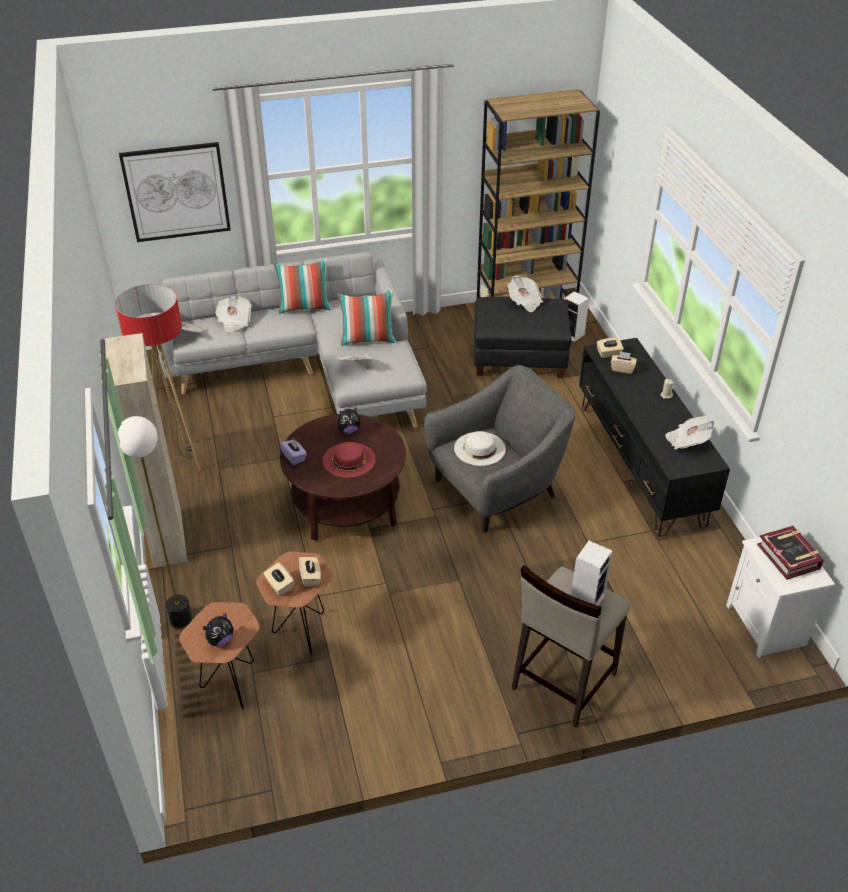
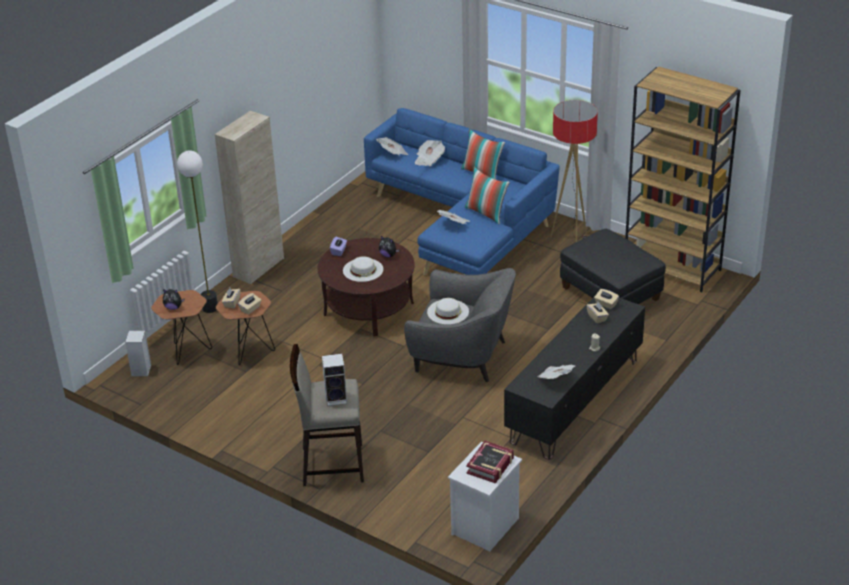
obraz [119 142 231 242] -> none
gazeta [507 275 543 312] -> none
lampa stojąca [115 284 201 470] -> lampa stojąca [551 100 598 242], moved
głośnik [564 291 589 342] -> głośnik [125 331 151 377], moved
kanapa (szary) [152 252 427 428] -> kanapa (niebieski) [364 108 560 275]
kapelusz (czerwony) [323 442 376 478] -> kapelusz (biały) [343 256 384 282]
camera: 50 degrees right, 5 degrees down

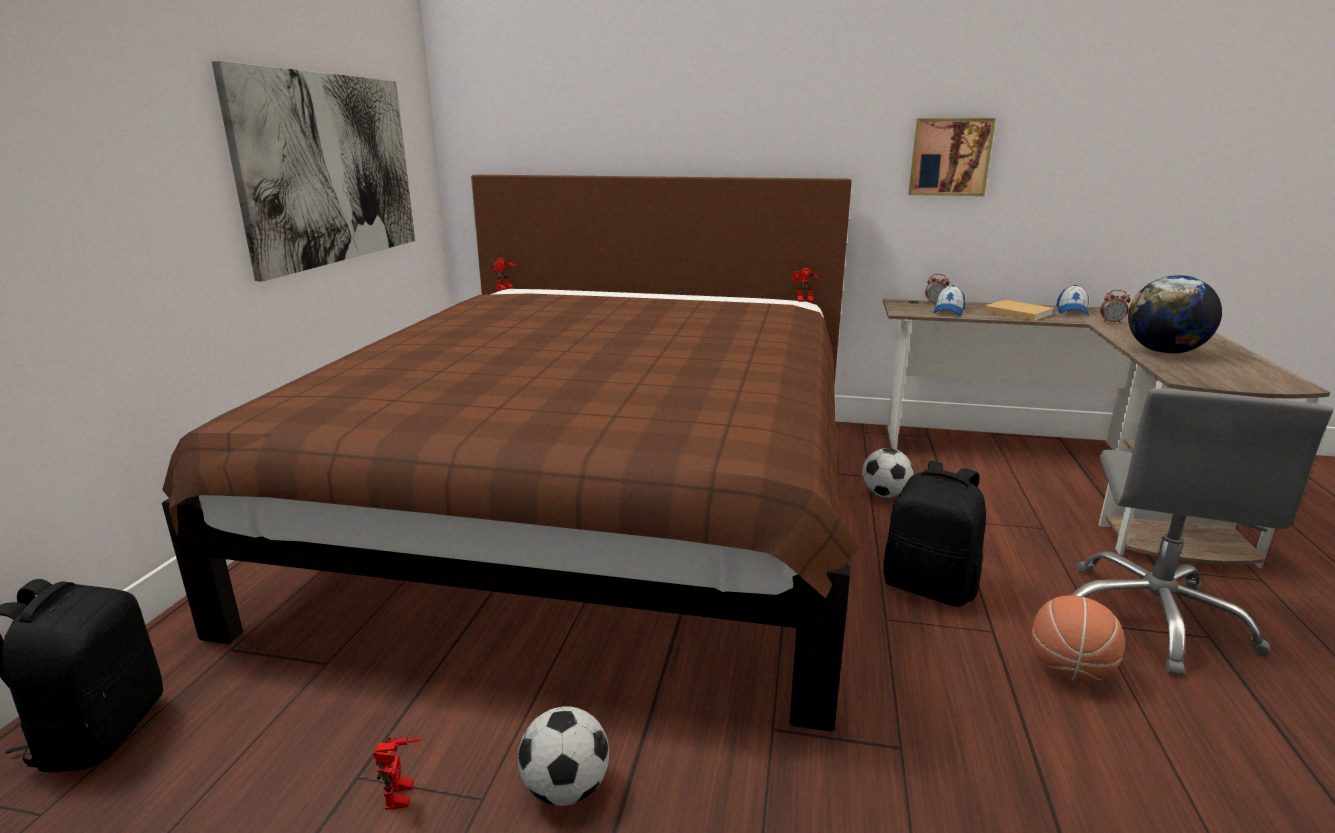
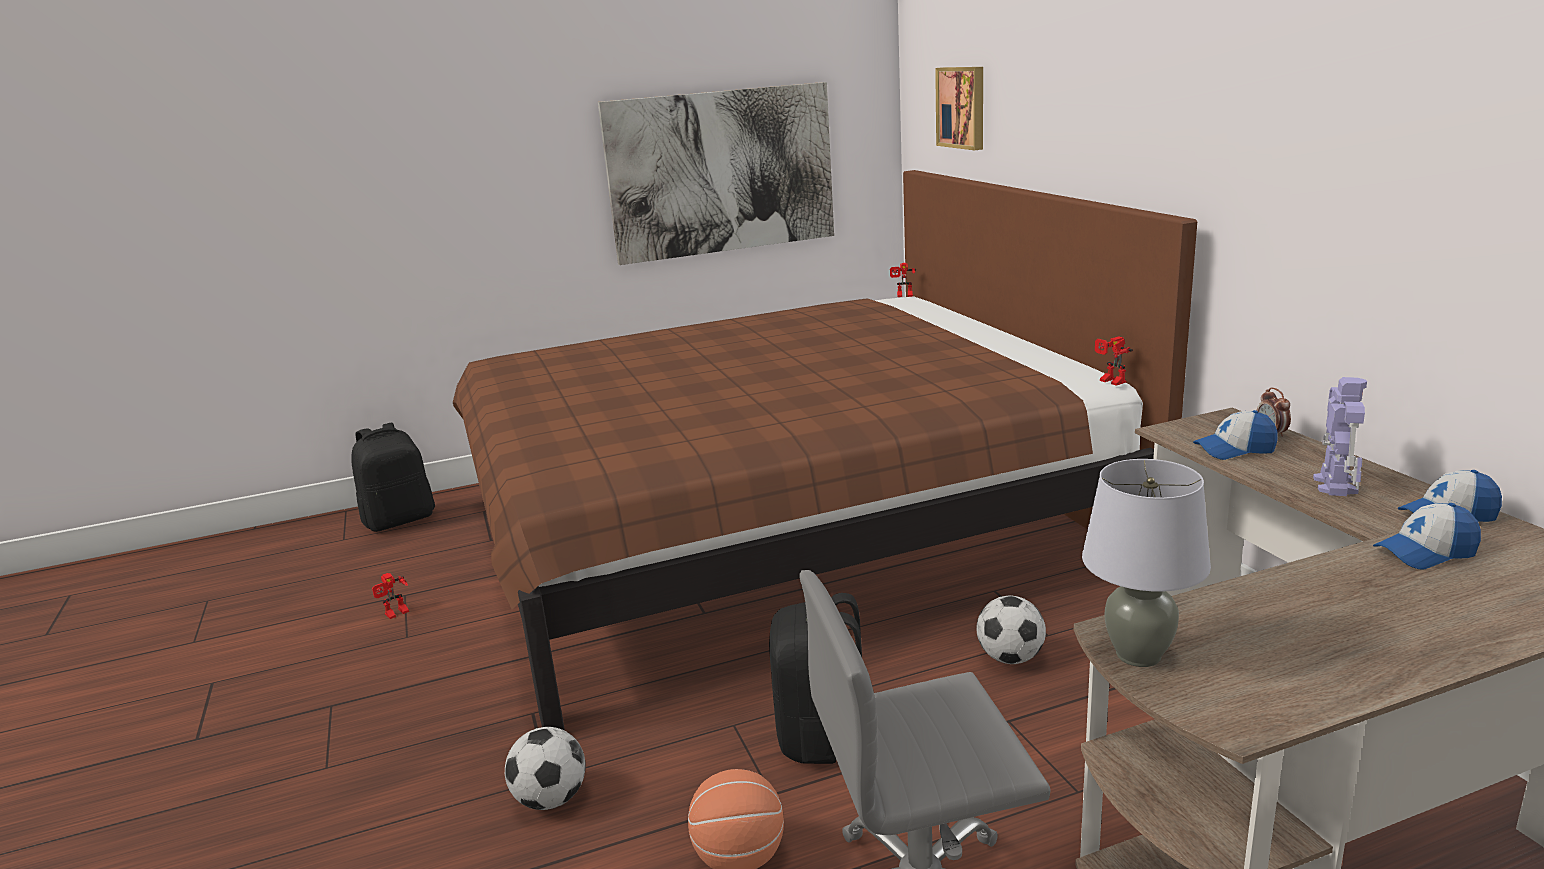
globus [1128 275 1222 354] -> none
none -> lampa stołowa (szary) [1082 459 1211 667]
piłka futbolowa [518 706 609 806] -> piłka futbolowa [505 727 586 810], moved
obraz [908 118 996 196] -> obraz [935 67 983 150], moved
książka (beżowy) [984 300 1055 321] -> robot zabawkowy [1313 377 1367 496]
budzik [1100 290 1131 324] -> czapka z daszkiem [1373 503 1481 570]
camera: 60 degrees right, 0 degrees up

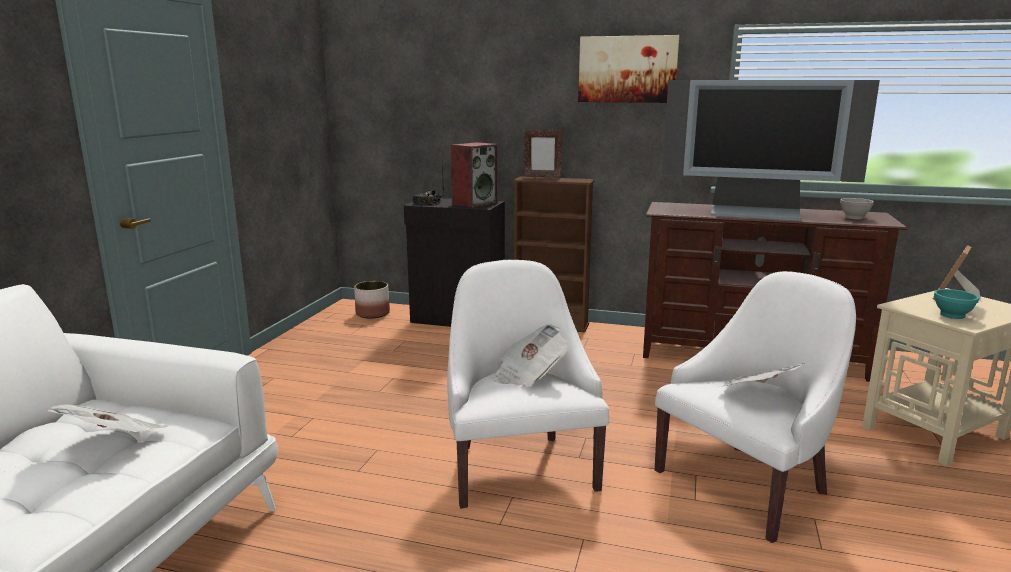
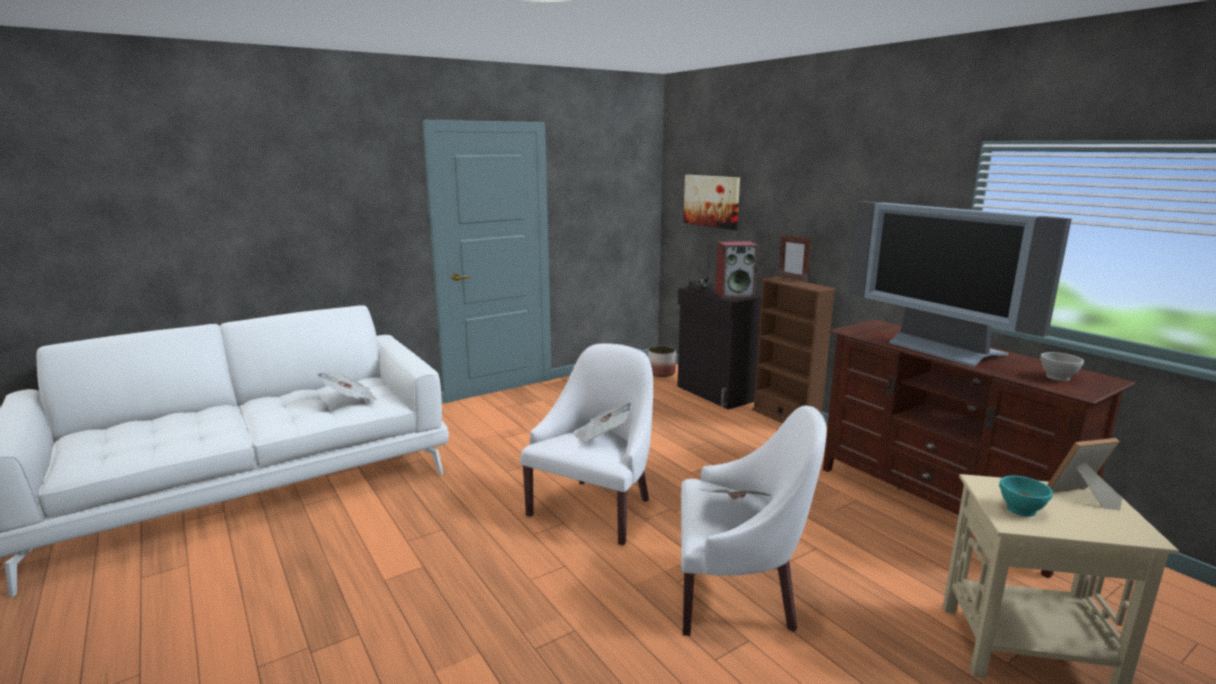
obraz [578 35 679 103] -> obraz [683 175 740 230], moved
camera: 40 degrees right, 0 degrees up

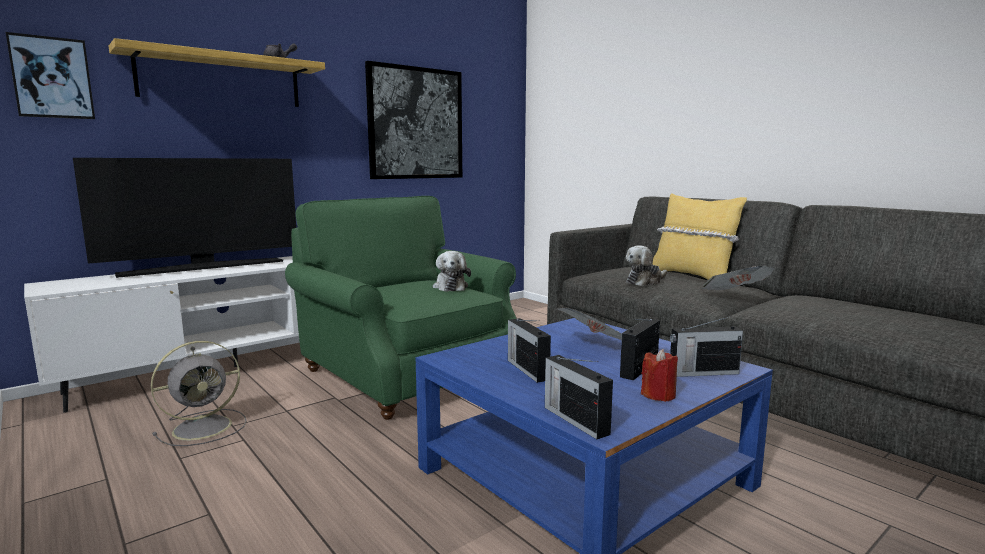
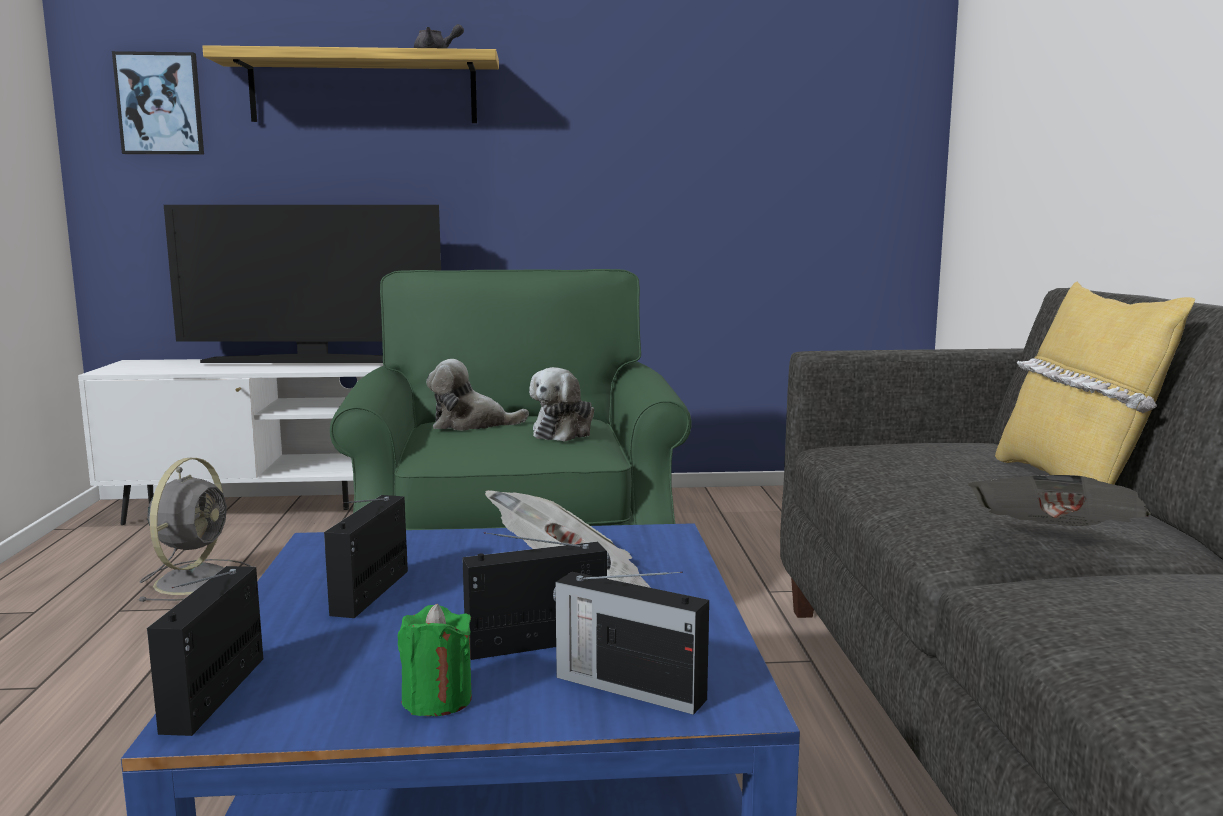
obraz [365 61 462 179] -> none
pluszak [626 245 667 286] -> pluszak [426 359 529 431], moved
świeca (czerwony) [641 349 678 402] -> świeca (zielony) [398 604 472 716]
wentylator (szary) [151 341 247 446] -> wentylator (szary) [137 458 252 602], 75 degrees counterclockwise
camera: 35 degrees right, 0 degrees up

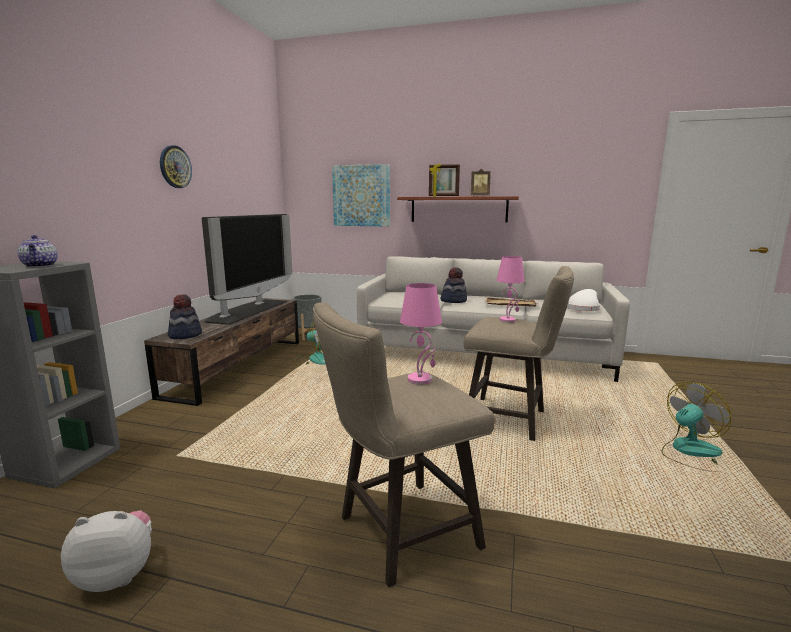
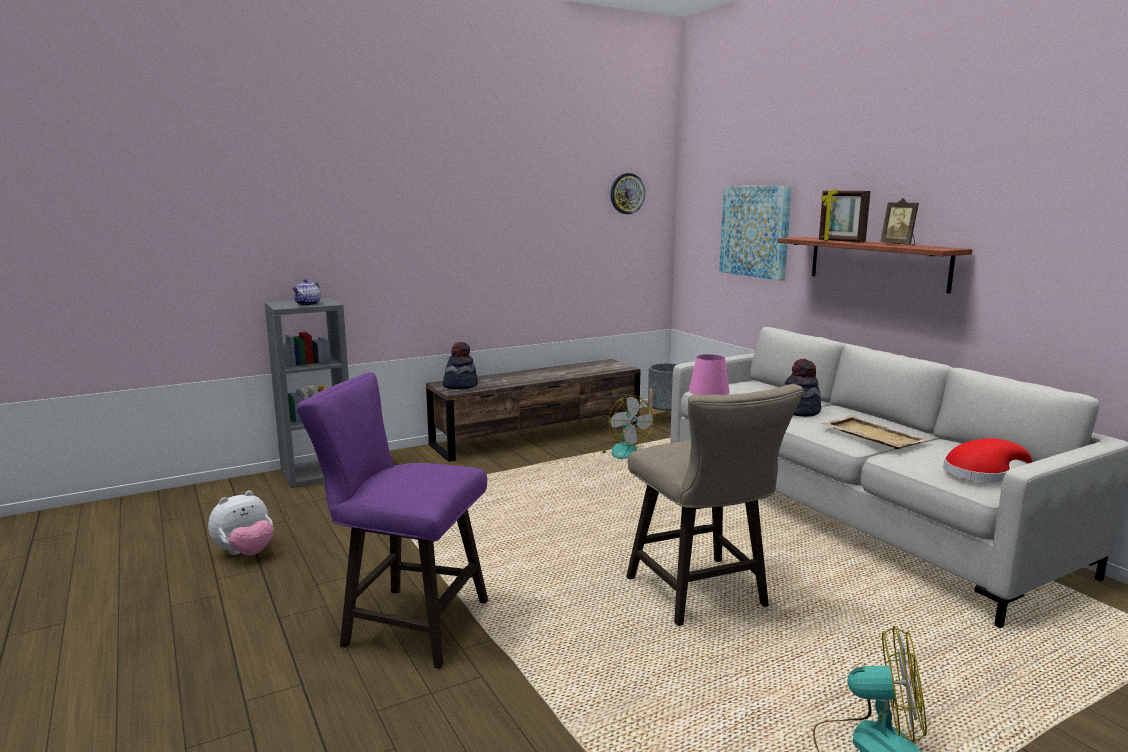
telewizor [202 214 293 325] -> none
lampa stołowa (różowy) [400 283 442 385] -> none
zegar ścienny [160 145 192 188] -> zegar ścienny [610 173 645 214], moved
stołek (beżowy) [313 302 495 587] -> stołek (fioletowy) [297 372 488 669]
kapelusz (biały) [567 289 600 311] -> kapelusz (czerwony) [943 439 1032 483]
pluszak [61 511 152 592] -> pluszak [208 491 274 555], 105 degrees clockwise
camera: 45 degrees right, 0 degrees up

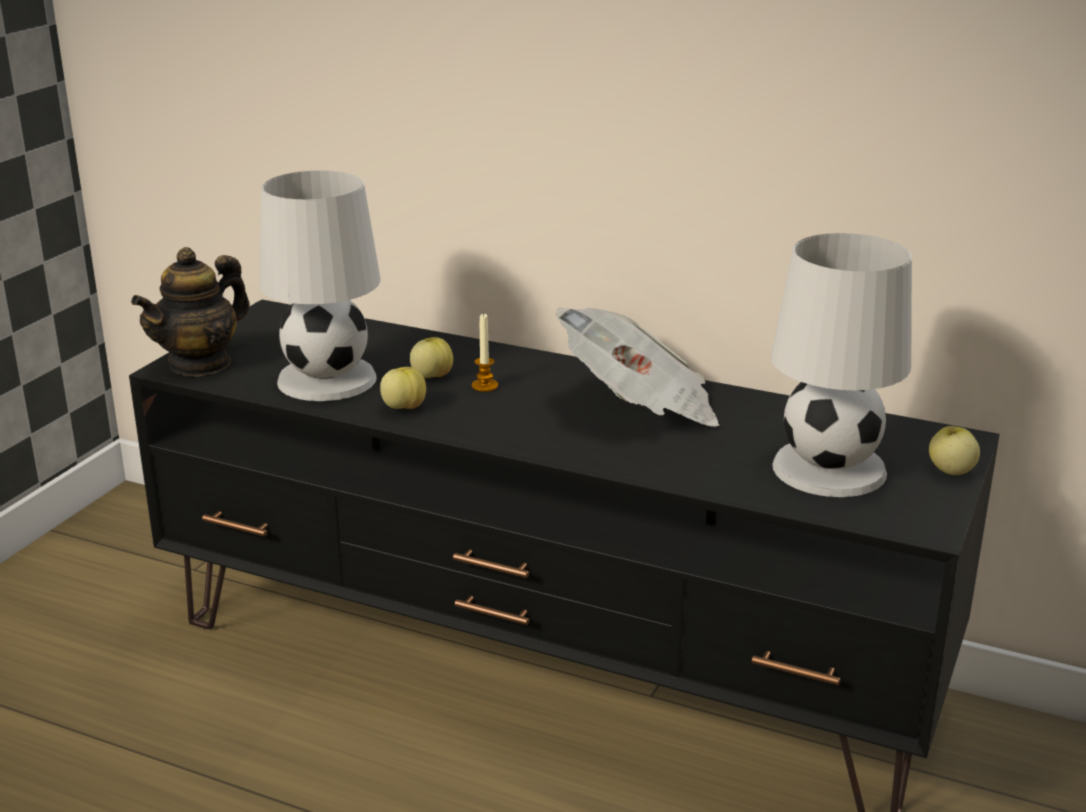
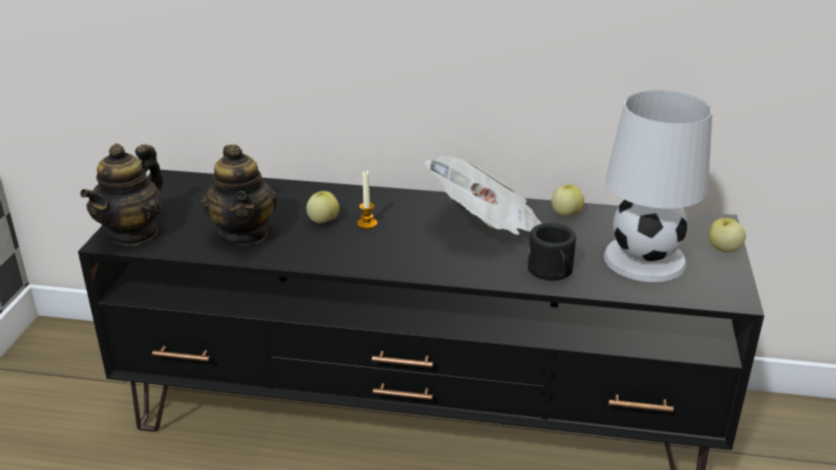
none -> kubek (czarny) [528 223 576 281]
jabłko [380 367 426 409] -> jabłko [552 184 584 216], moved
lampa stołowa (biały) [259 171 380 401] -> imbryk [201 144 278 246]
camera: 15 degrees left, 5 degrees up

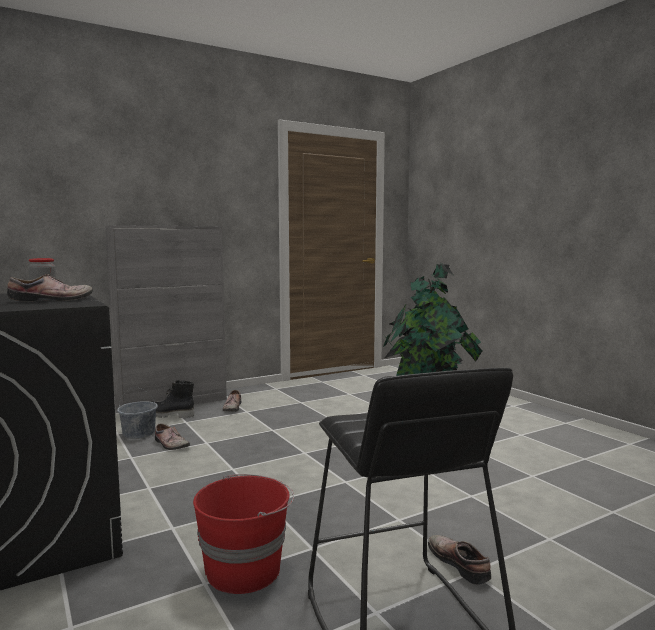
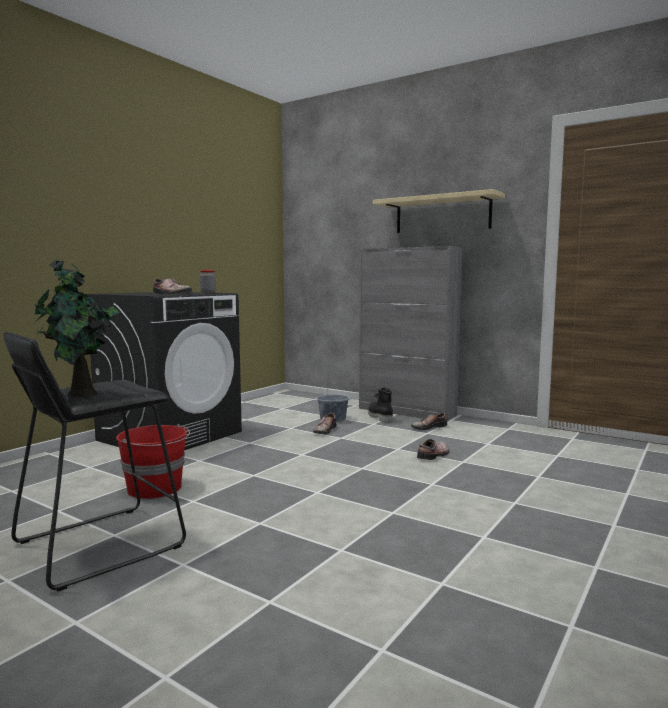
none -> półka (beżowy) [373 189 505 233]
but [428 535 491 585] -> but [417 439 450 460], moved
camera: 65 degrees right, 0 degrees up

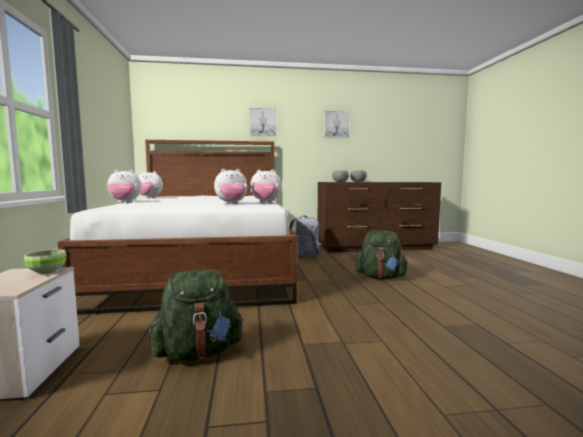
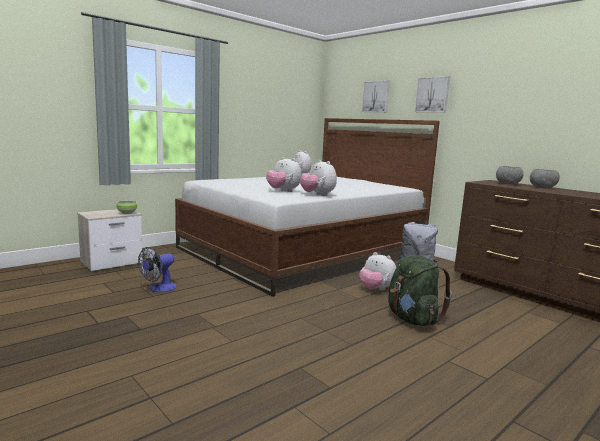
pluszak [107 170 141 203] -> pluszak [359 252 396 290], moved
obraz [324 111 350 138] -> obraz [361 80 390 113], moved
plecak (zielony) [149 270 244 361] -> wentylator [138 247 177 292]
camera: 55 degrees right, 5 degrees up

